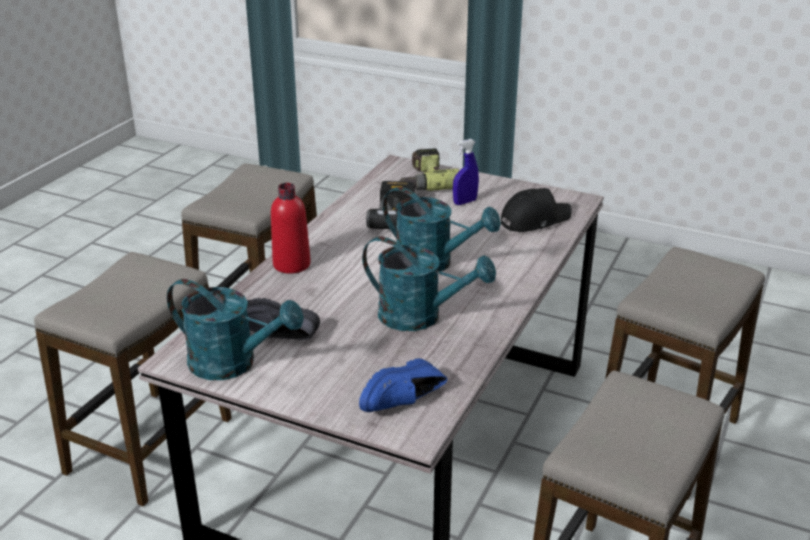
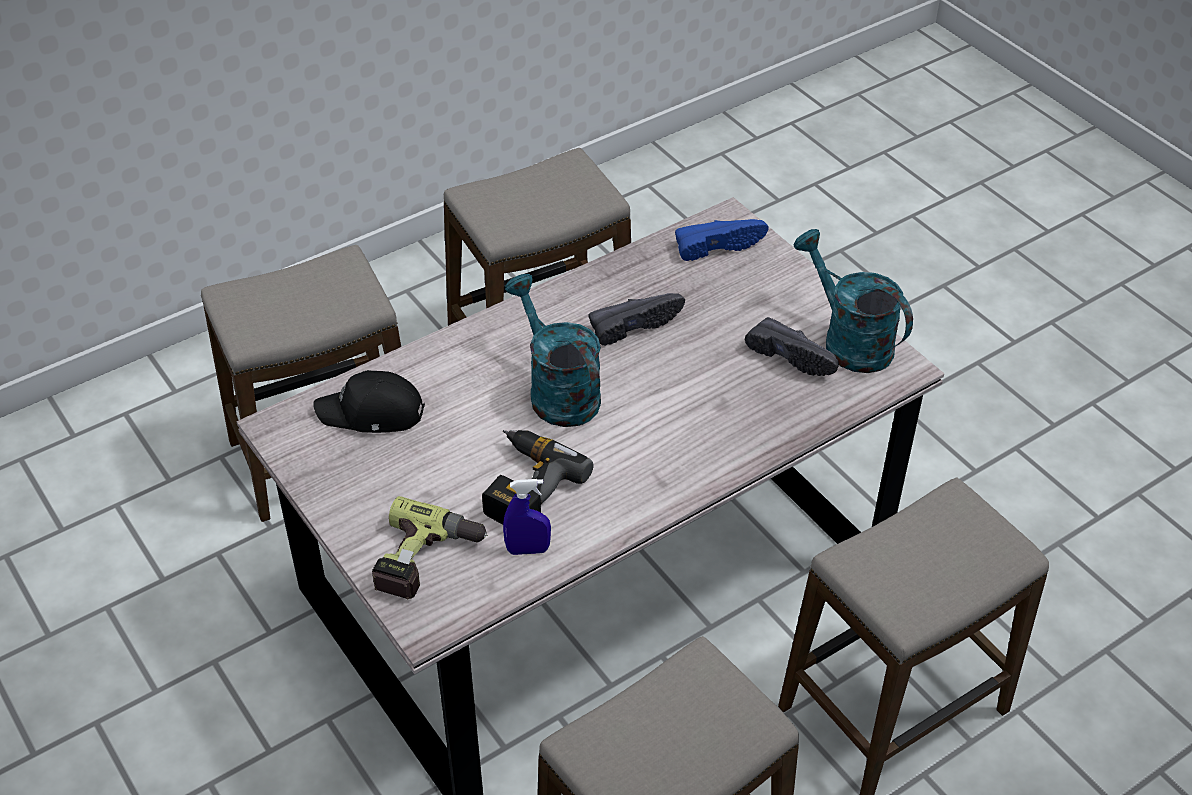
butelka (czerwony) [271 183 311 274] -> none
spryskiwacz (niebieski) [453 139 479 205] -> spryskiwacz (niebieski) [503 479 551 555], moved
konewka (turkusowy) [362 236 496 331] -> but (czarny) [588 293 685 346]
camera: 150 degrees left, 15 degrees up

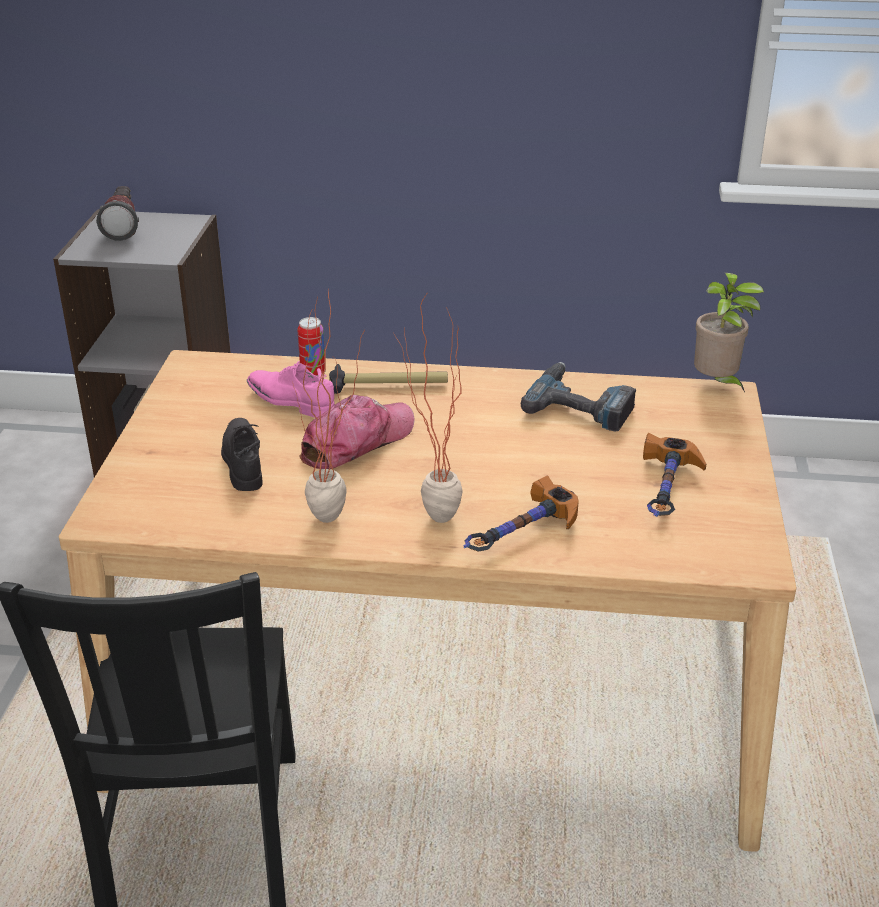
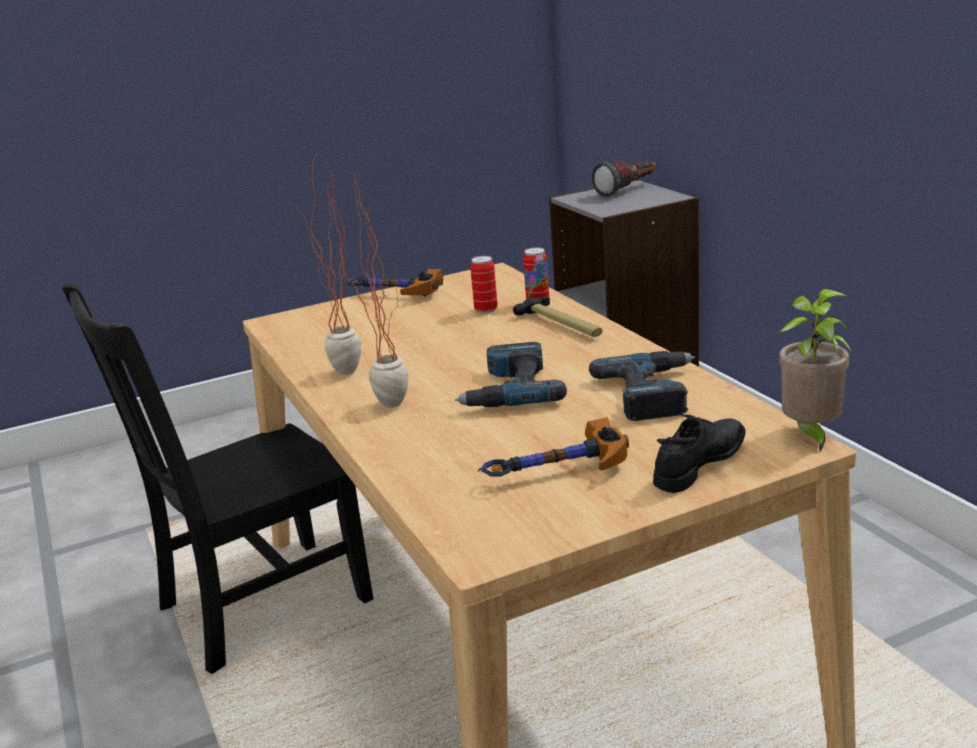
czapka z daszkiem [299 395 415 469] -> none
none -> wiertarka [455 342 567 407]
but (czarny) [221 418 263 491] -> but (czarny) [653 414 746 493], moved
młotek [463 475 579 551] -> młotek [346 269 443 297], moved
but (różowy) [247 361 335 418] -> puszka [470 256 498 314]
camera: 60 degrees right, 10 degrees down

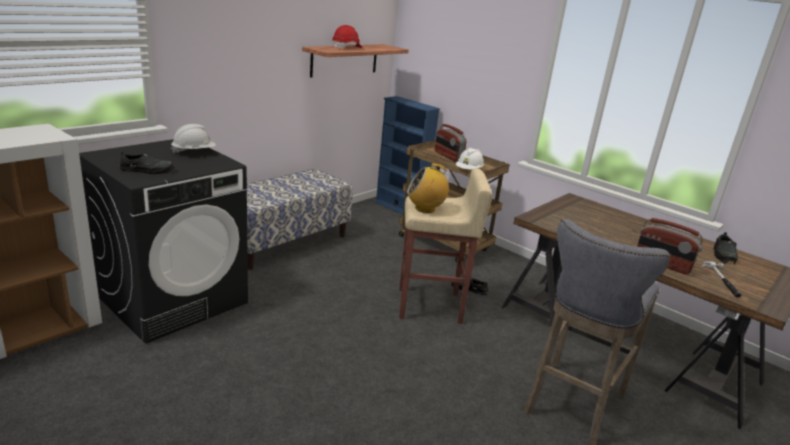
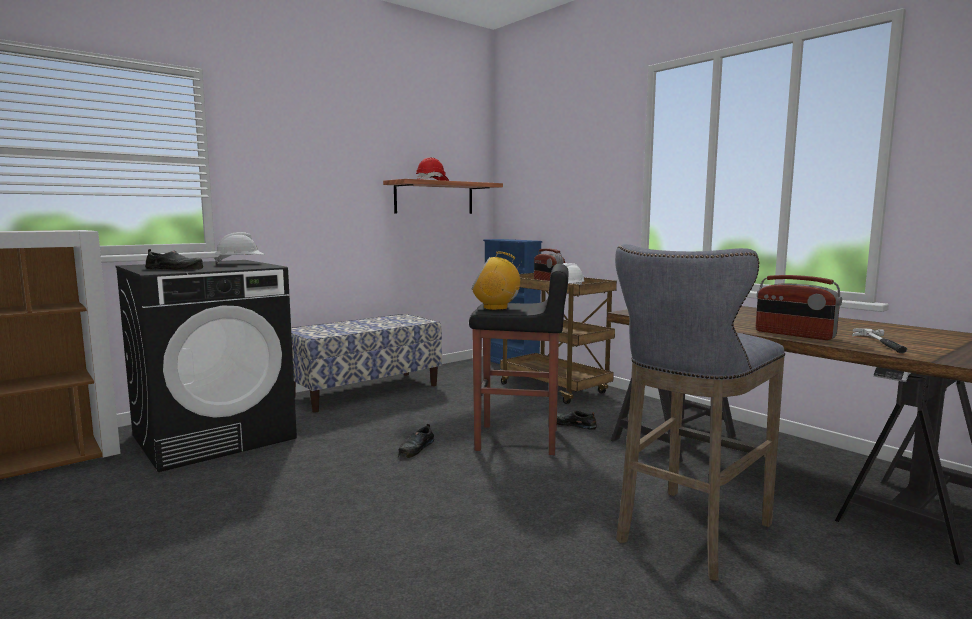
but (czarny) [713 232 738 265] -> but (czarny) [397 424 434 458], moved
stołek (beżowy) [399 168 492 324] -> stołek (czarny) [469 264 569 455]
camera: 10 degrees right, 15 degrees down

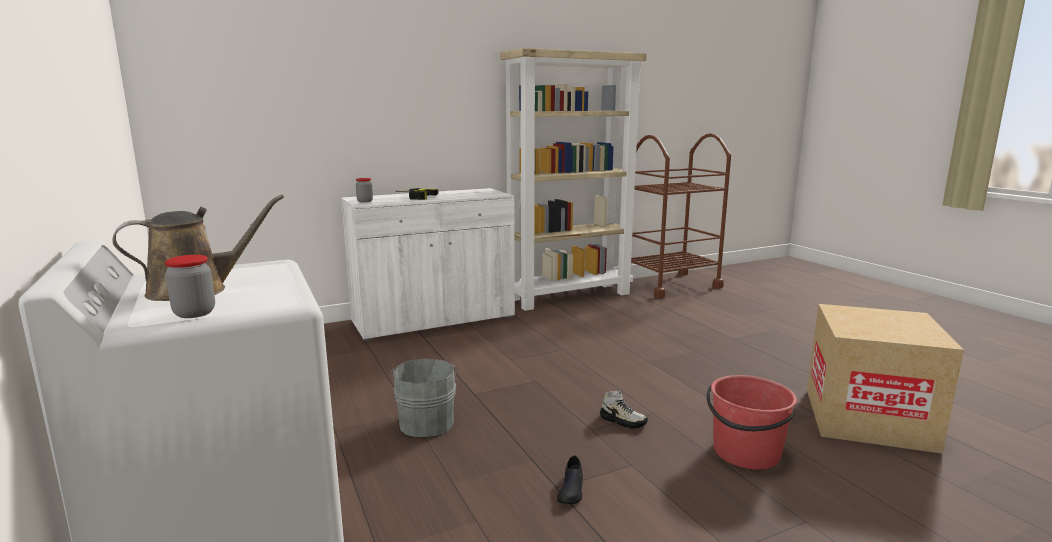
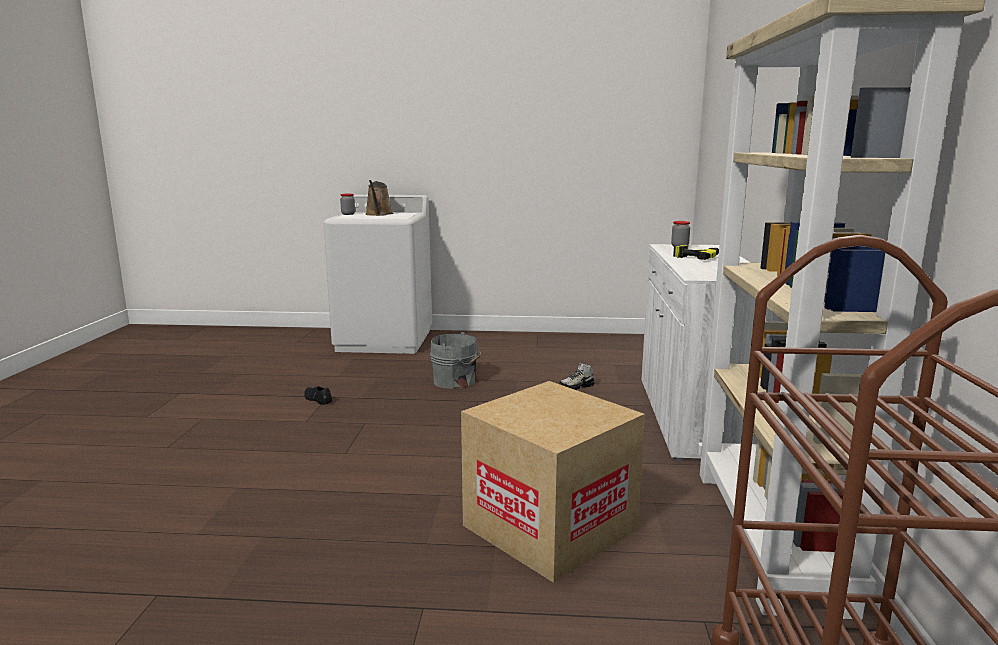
wiadro (czerwony) [707 375 797 469] -> none
but [600 390 648 428] -> but [559 362 594 390], moved
karton [807 304 964 454] -> karton [461 381 645 583], moved
camera: 120 degrees right, 0 degrees up

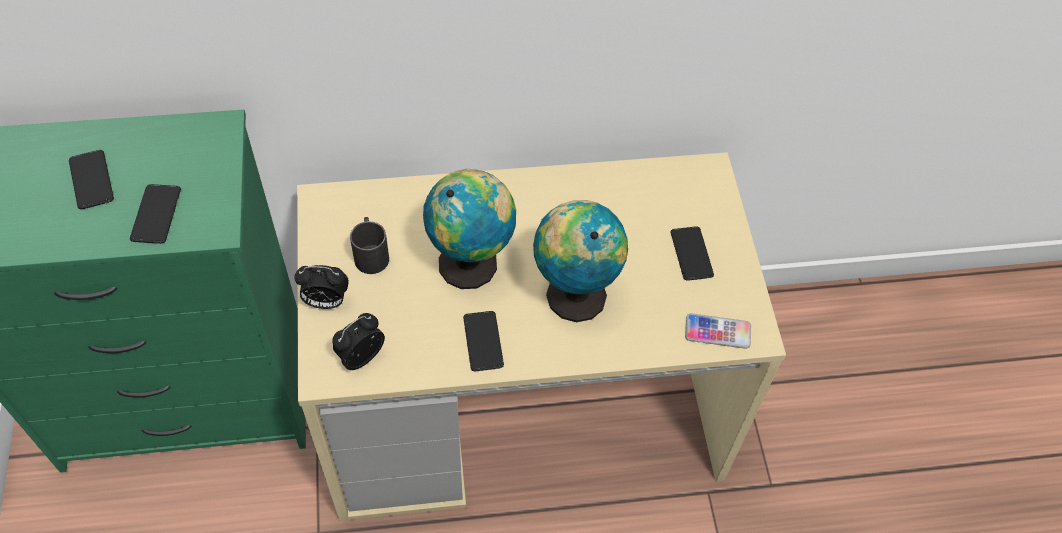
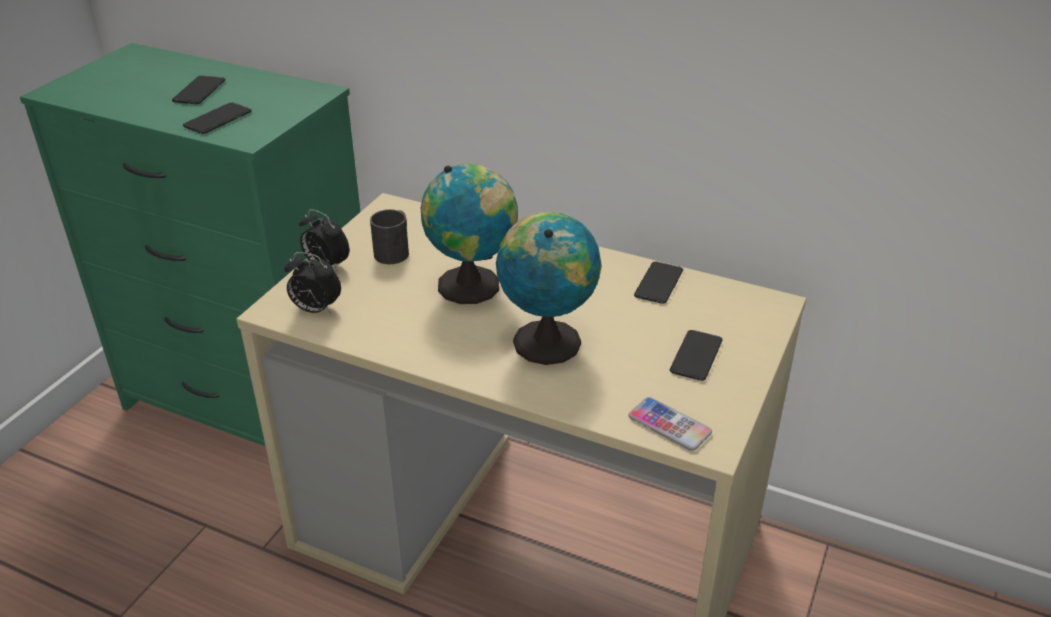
telefon [463 311 504 372] -> telefon [634 262 683 304], moved
budzik [332 313 385 370] -> budzik [284 252 341 314], 150 degrees counterclockwise
camera: 35 degrees right, 20 degrees down

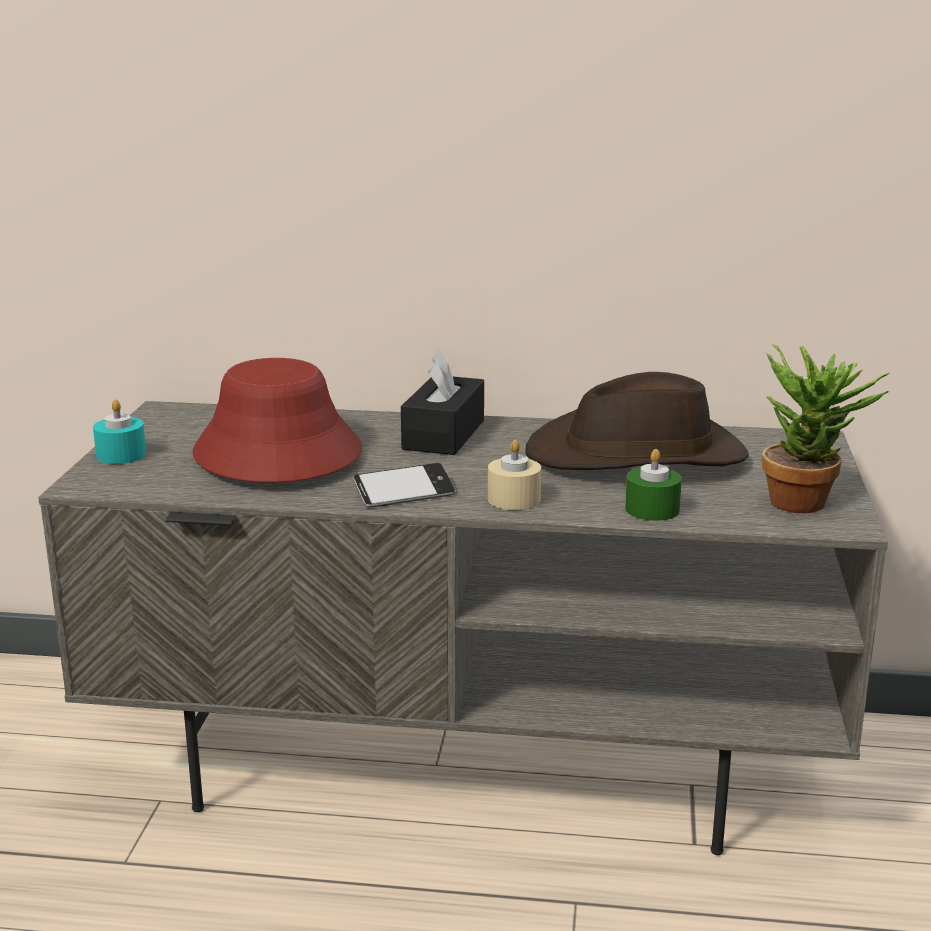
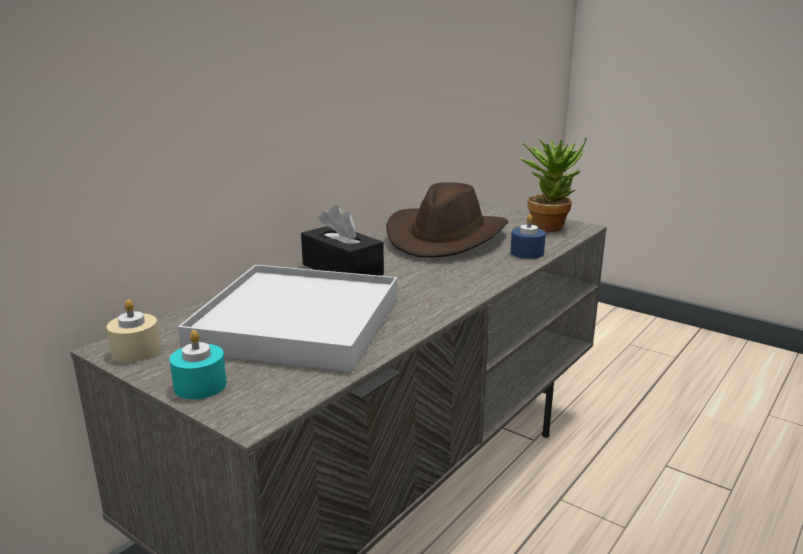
telefon [353 463 455 508] -> none
świeca (beżowy) [488 440 541 510] -> świeca (beżowy) [106 299 161 362], moved
kapelusz (czerwony) [193 358 362 482] -> taca (biały) [178 265 397 372]
świeca (zielony) [625 449 682 521] -> świeca (niebieski) [510 214 546 259]
camera: 60 degrees left, 0 degrees up

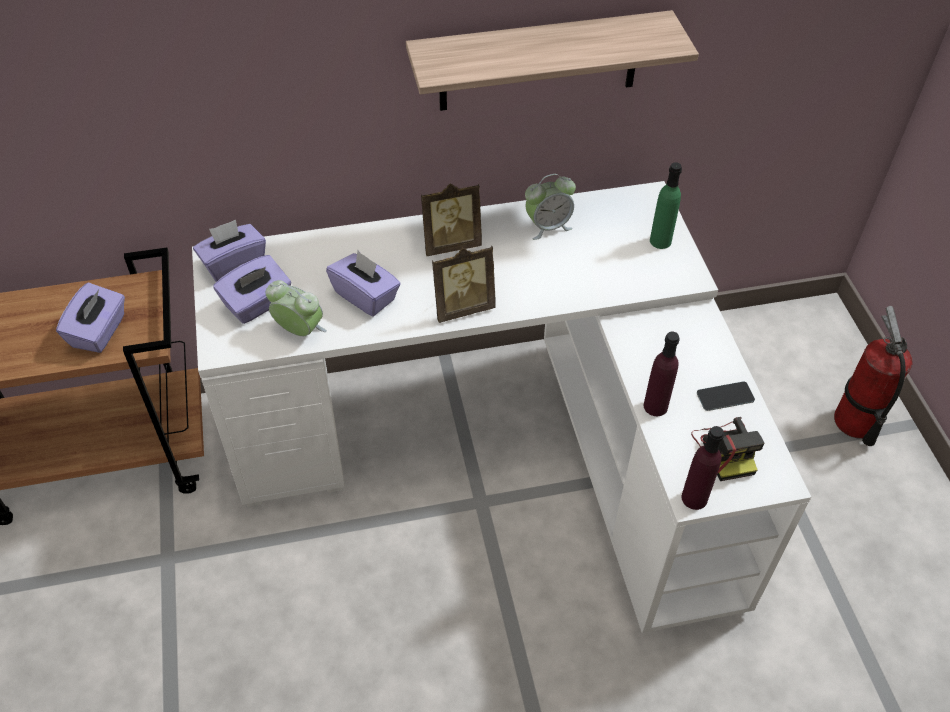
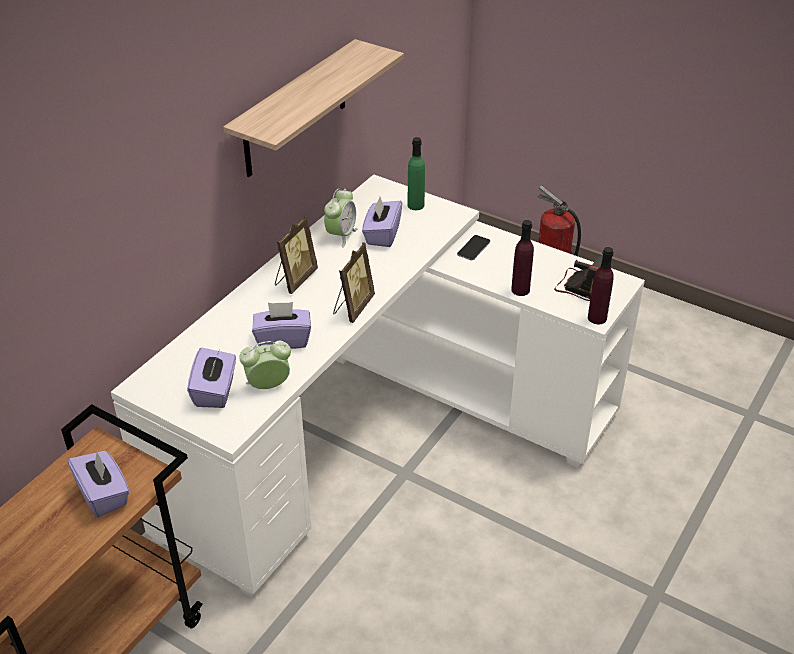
pudełko chusteczek (fioletowy) [193 220 266 282] -> pudełko chusteczek (fioletowy) [362 197 402 247], moved
telefon [697 382 755 411] -> telefon [457 235 490 260], moved
camera: 45 degrees left, 10 degrees down

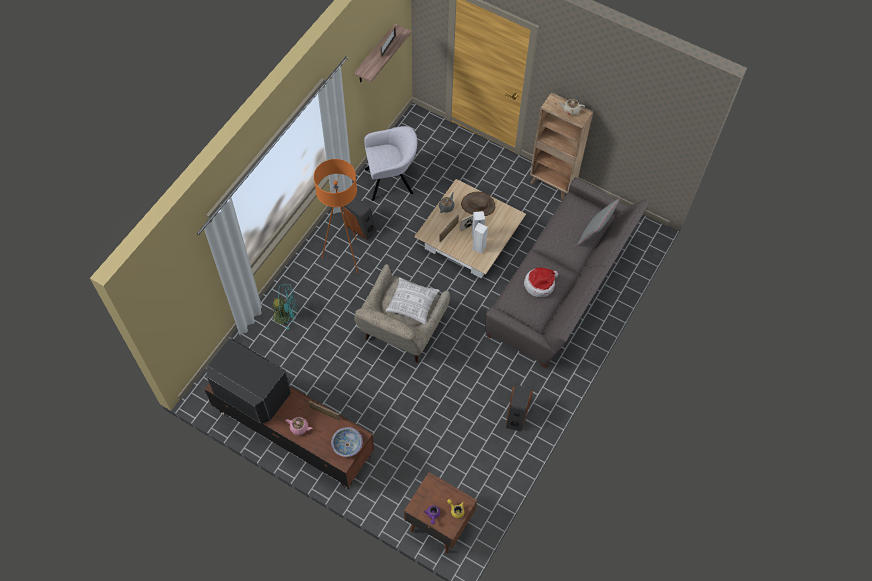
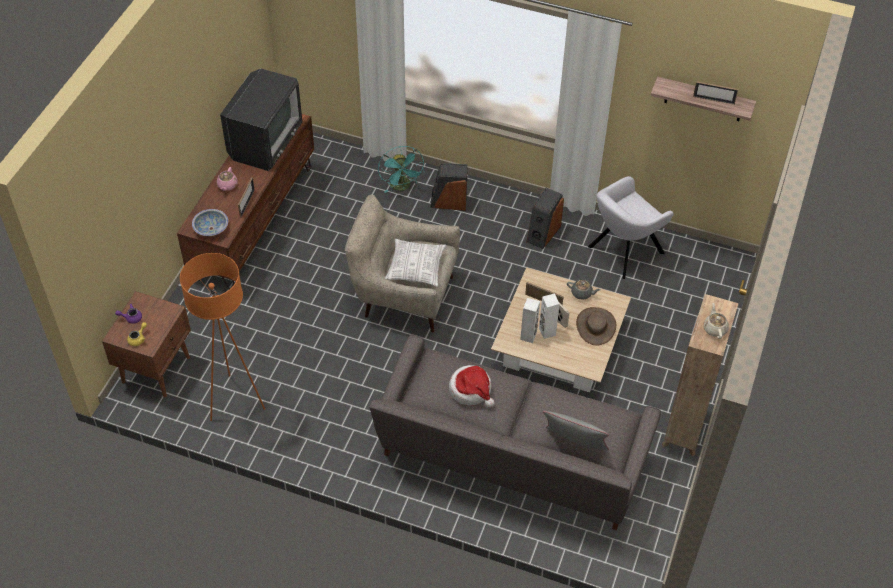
lampa stojąca (pomarańczowy) [314 159 358 273] -> lampa stojąca (pomarańczowy) [180 253 265 421], moved
głośnik [506 384 533 432] -> głośnik [430 163 468 211], moved
fotel (szary) [364 126 417 201] -> fotel (szary) [588 176 674 279], 75 degrees clockwise
camera: 80 degrees right, 10 degrees down

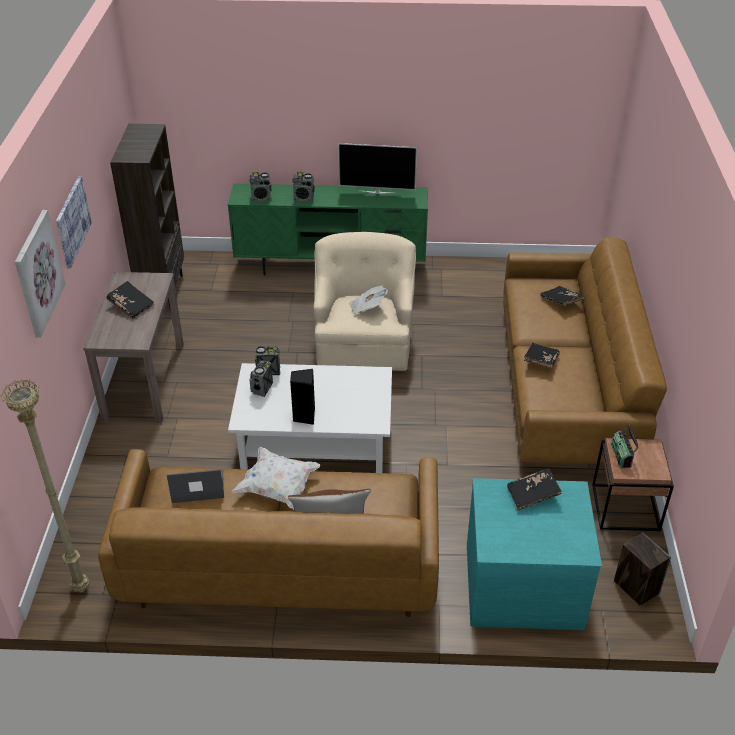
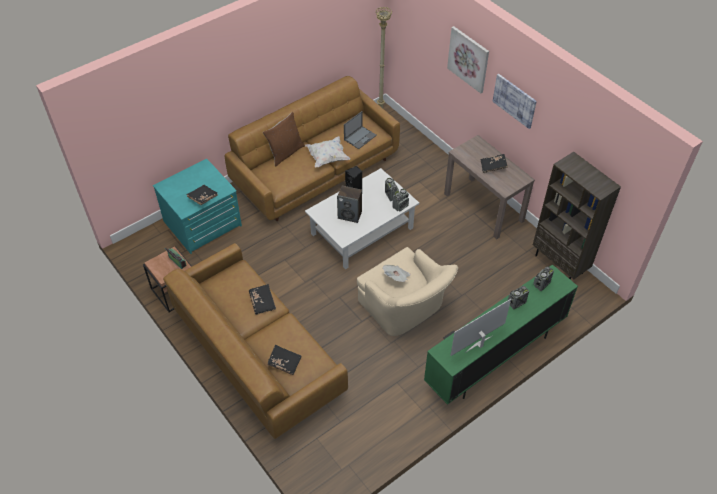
głośnik [614 532 671 606] -> głośnik [337 186 362 223], moved
camera: 140 degrees right, 10 degrees up

